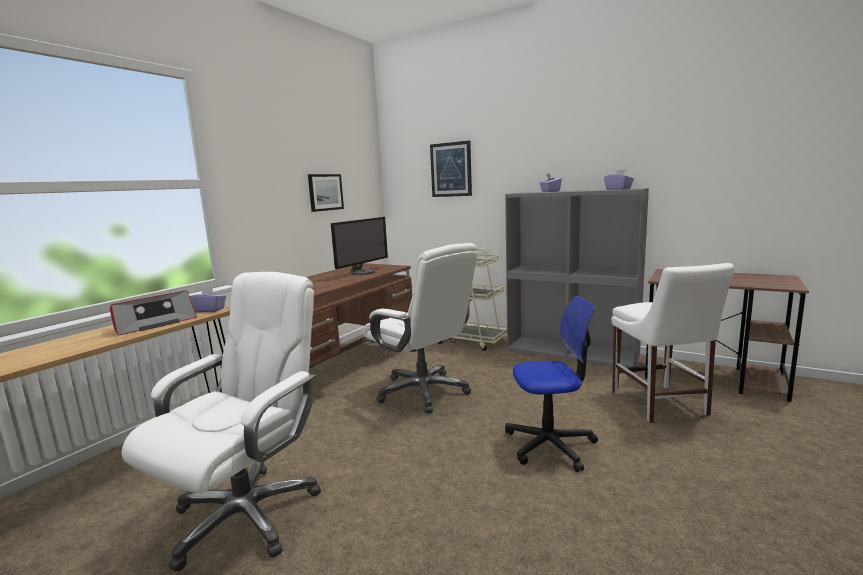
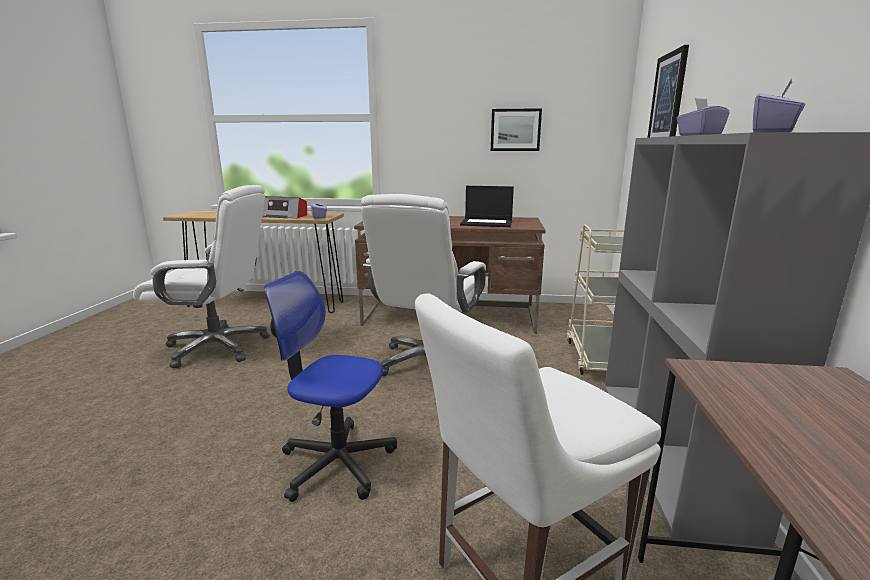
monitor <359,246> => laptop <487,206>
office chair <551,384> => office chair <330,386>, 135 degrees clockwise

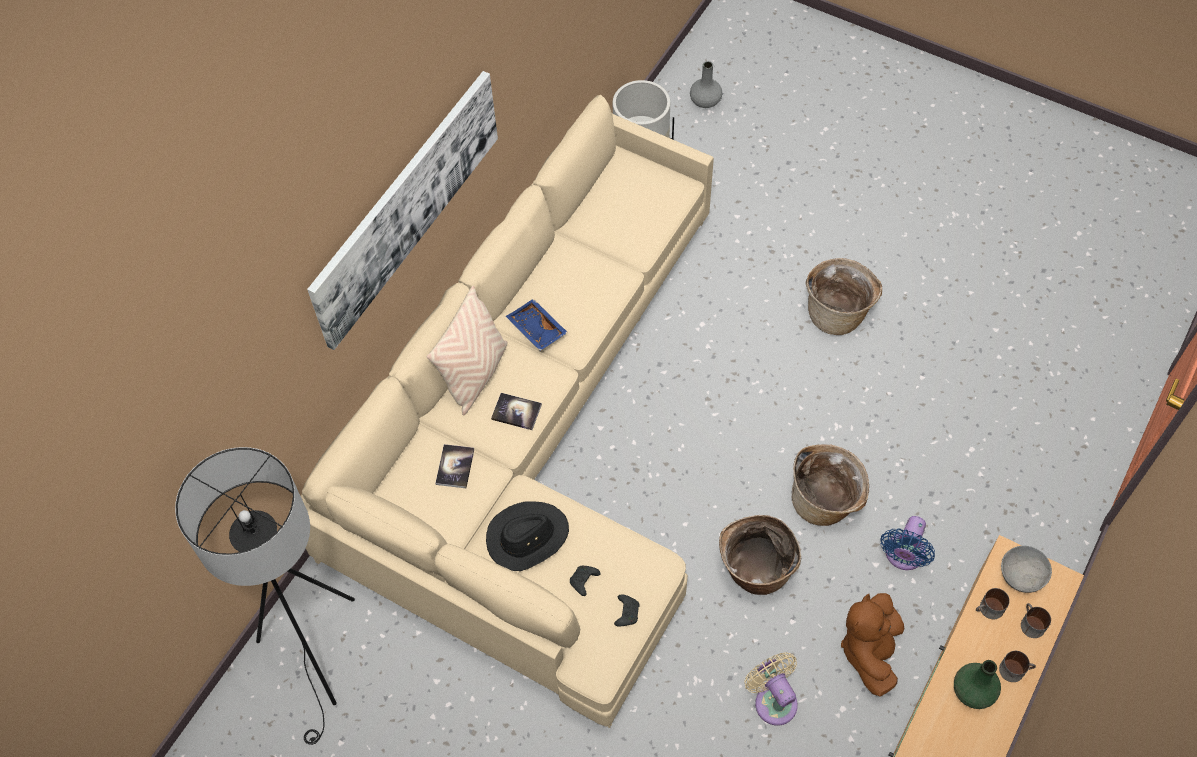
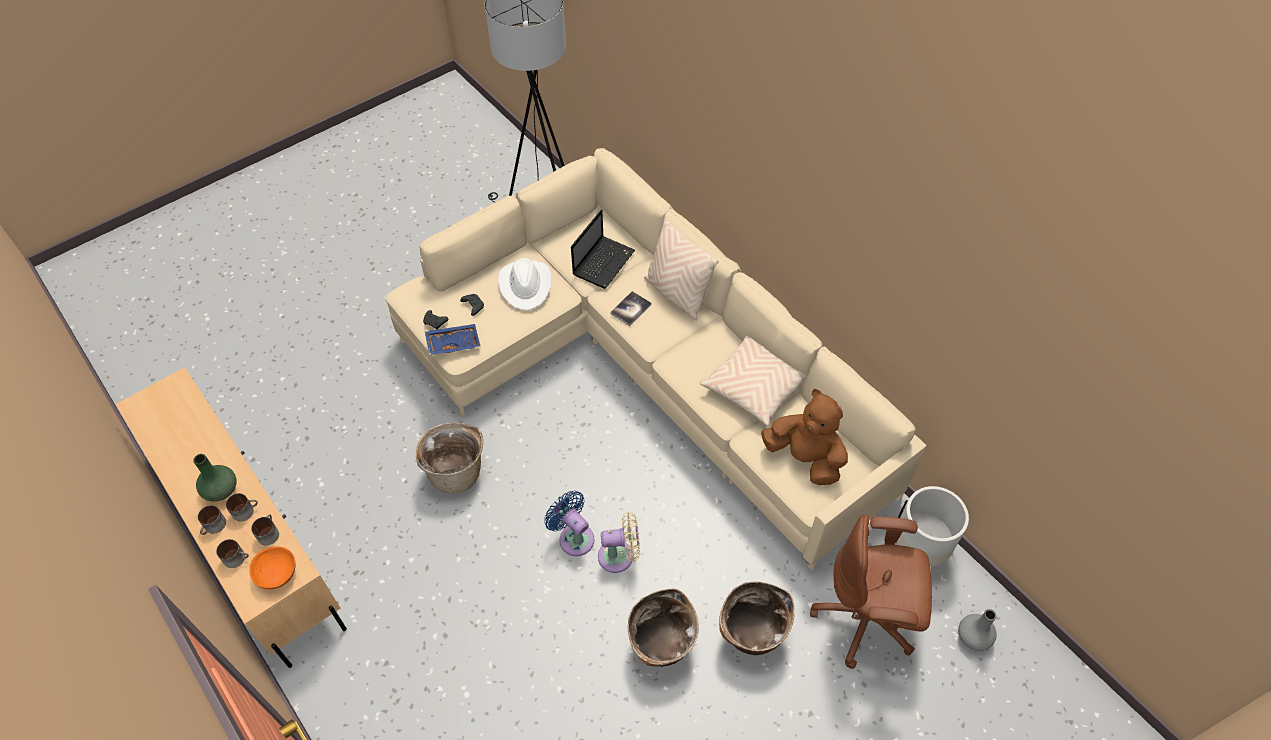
picture <402,210> => nothing
nothing => mug <242,507>
nothing => beige pillow <753,381>
nothing => brown office chair <871,591>
blue tray <537,325> => blue tray <452,339>, shifted
beige fan <771,688> => beige fan <619,542>, shifted
basket <830,485> => basket <757,618>, shifted
brown plush toy <873,645> => brown plush toy <804,437>, shifted
blue fan <908,543> => blue fan <569,523>, shifted
book <454,466> => laptop <603,249>
black hat <527,536> => white hat <524,284>
grey bowl <1026,569> => orange bowl <272,568>

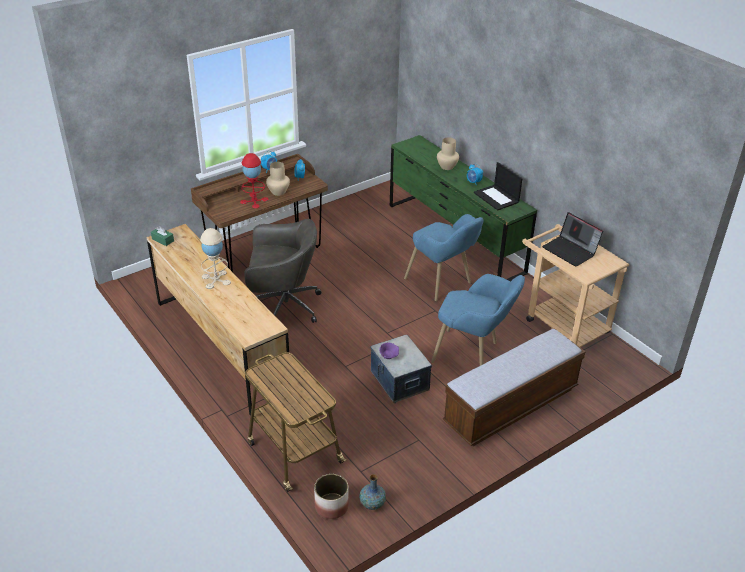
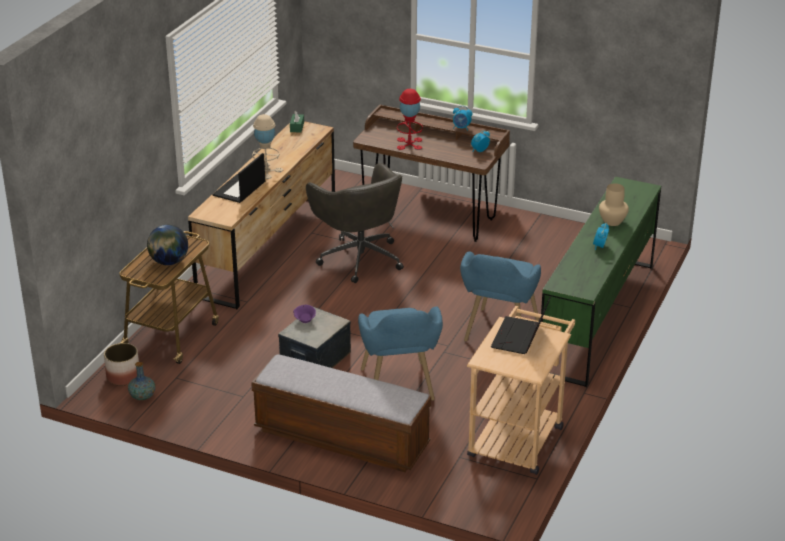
beige vase <278,179> => nothing
nothing => globe <167,245>
laptop <498,186> => laptop <239,178>, shifted

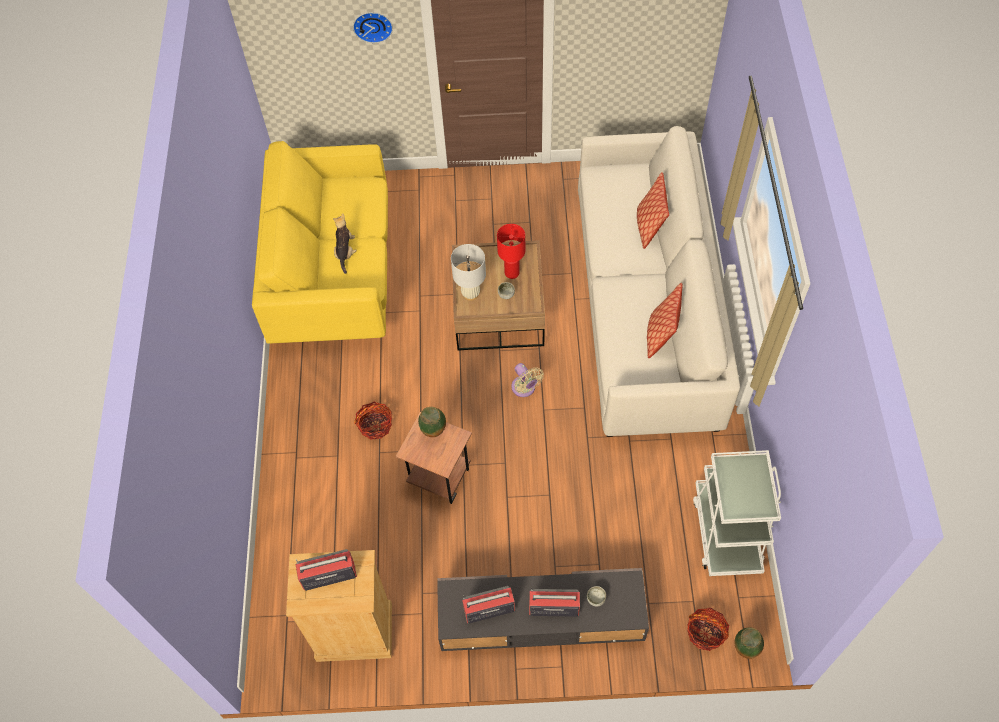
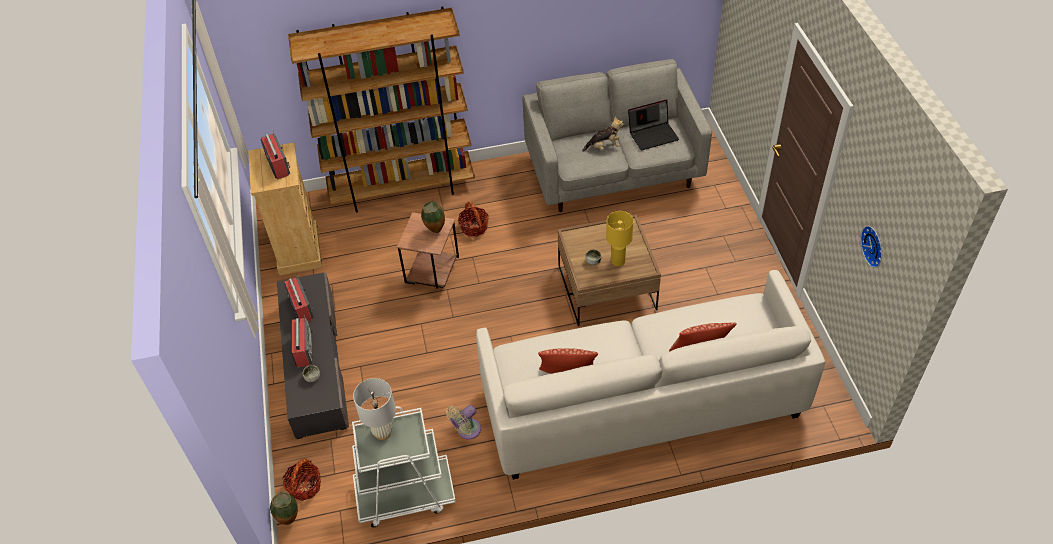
nothing => brown bookcase <381,109>
nothing => laptop <653,124>
wall clock <373,27> => wall clock <871,247>, shifted
white table lamp <468,272> => white table lamp <374,409>, shifted
beige fan <527,380> => beige fan <463,422>, shifted
yellow sofa <320,242> => grey sofa <617,135>
red table lamp <511,251> => yellow table lamp <620,238>

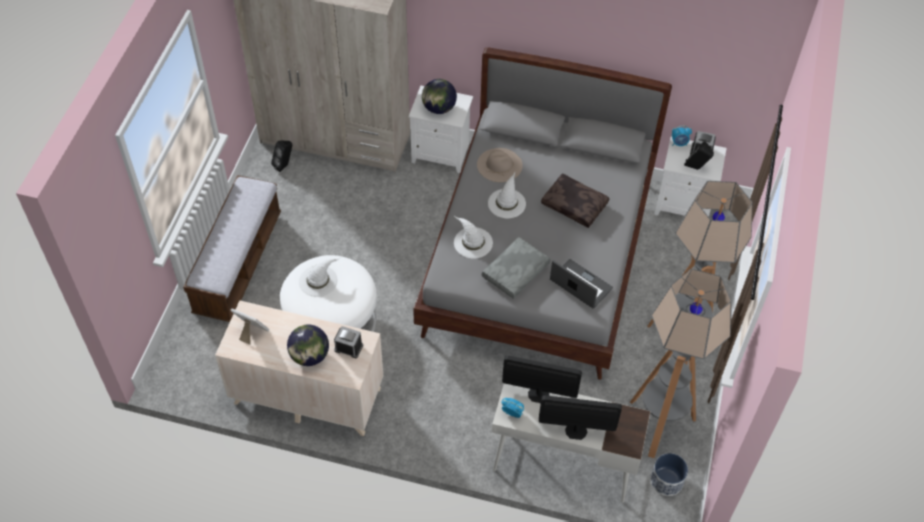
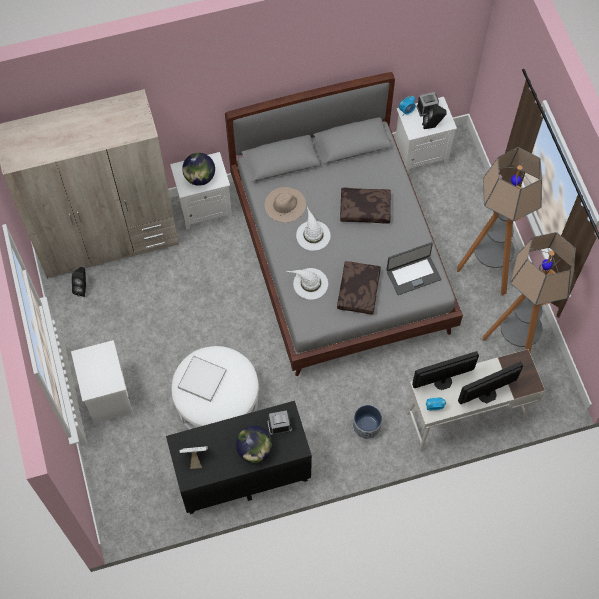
planter <669,474> => planter <367,422>, shifted
bench <232,248> => white nightstand <102,381>
white hat <320,277> => white tray <202,378>
beige dresser <299,368> => black dresser <239,457>
grey pillow <516,268> => brown pillow <359,287>
laptop <581,283> => laptop <414,268>, 150 degrees clockwise

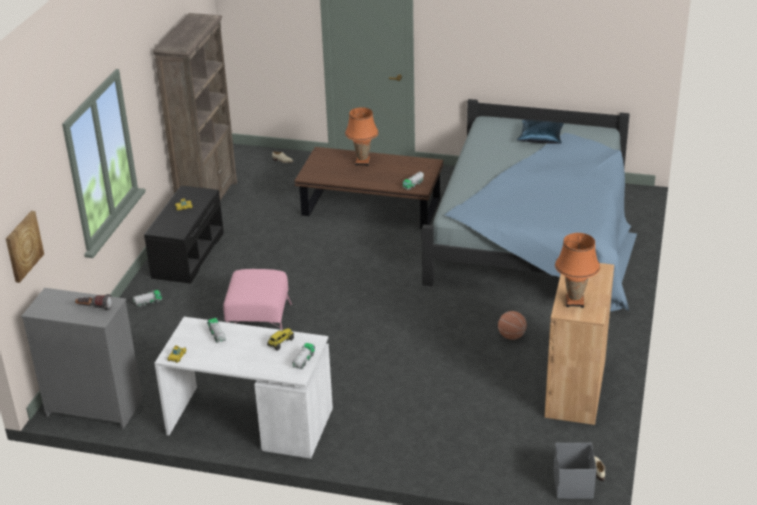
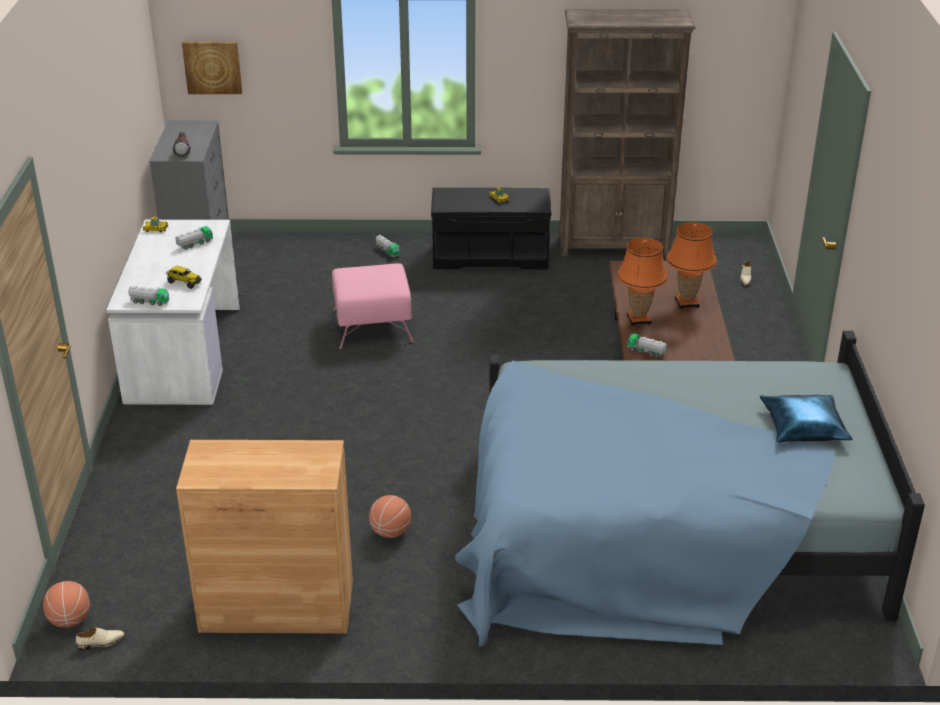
orange table lamp <577,270> => orange table lamp <642,282>, shifted
grey storage box <574,471> => basketball <66,604>

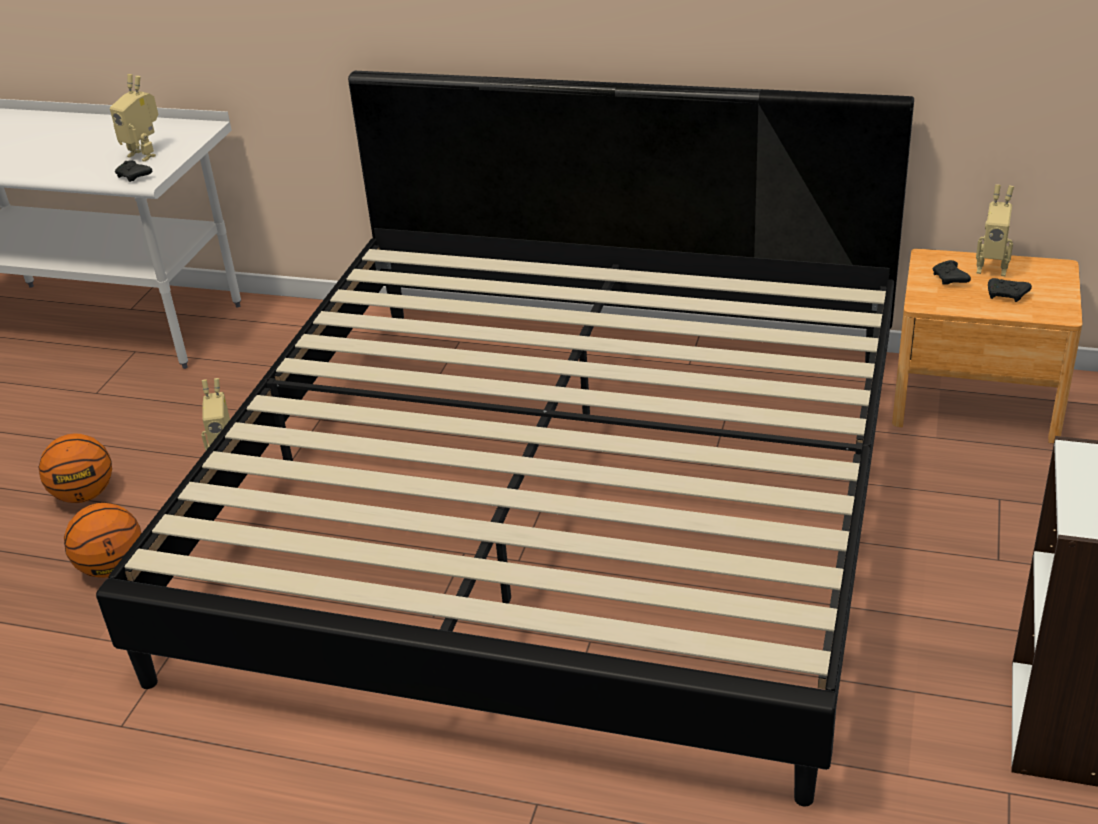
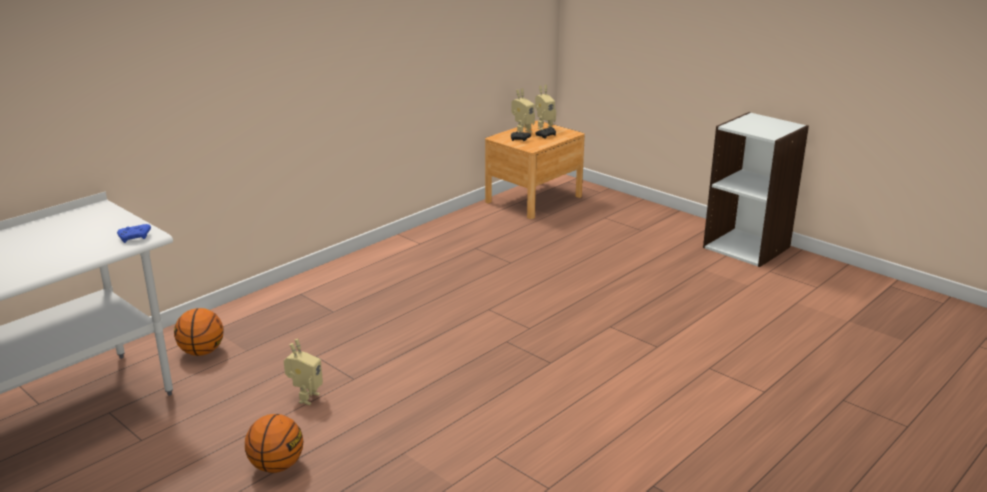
bed <505,438> => nothing
basketball <102,540> => basketball <199,332>, shifted
toy robot <134,118> => toy robot <545,107>, shifted
black game controller <133,171> => blue game controller <134,233>

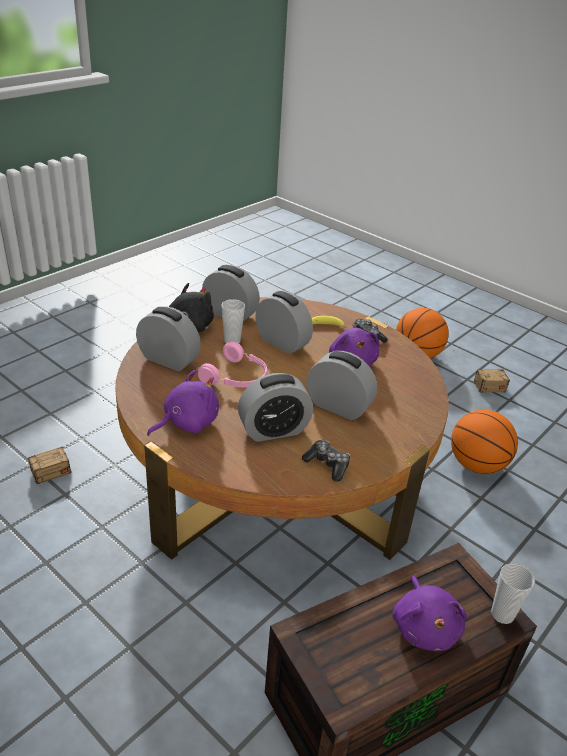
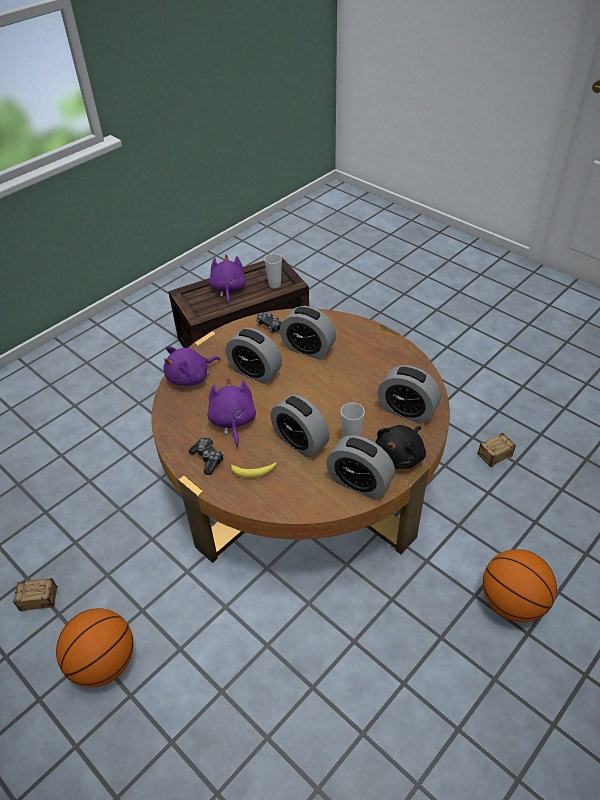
pink headphones <232,364> => nothing
purple plush toy <183,403> => purple plush toy <192,366>, shifted
basketball <484,442> => basketball <520,585>, shifted
cup <513,593> => cup <273,271>, shifted
alarm clock <275,407> => alarm clock <308,332>, 135 degrees counterclockwise

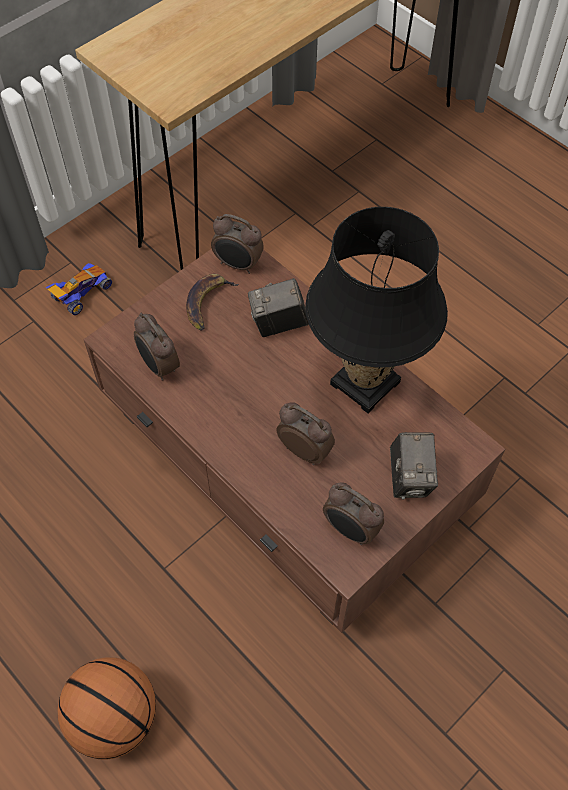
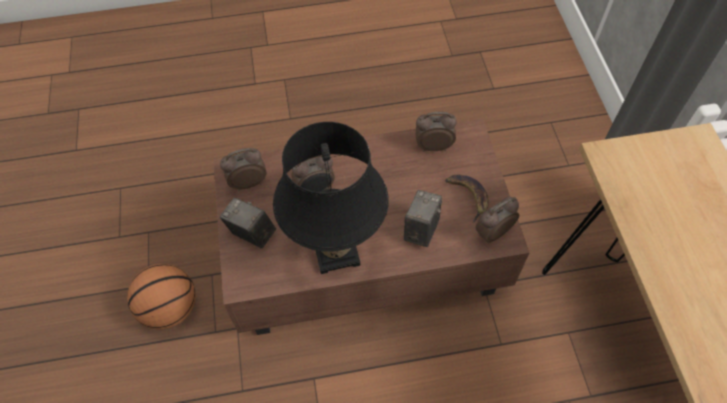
toy car <79,289> => nothing
basketball <106,708> => basketball <161,297>, shifted

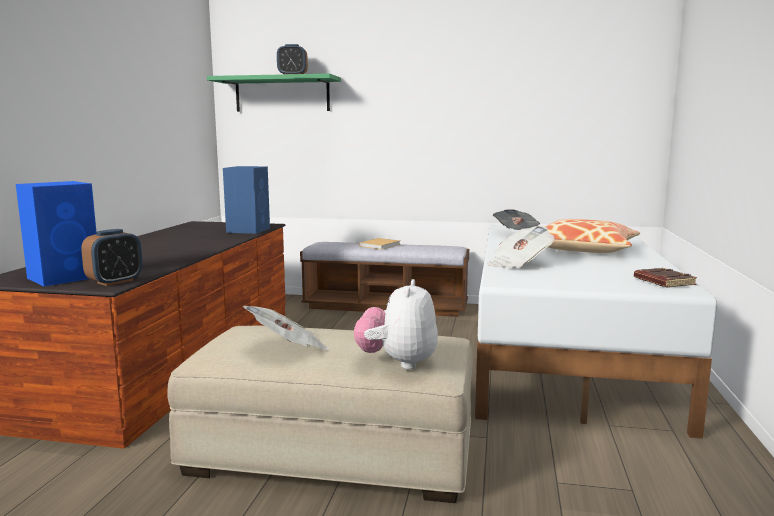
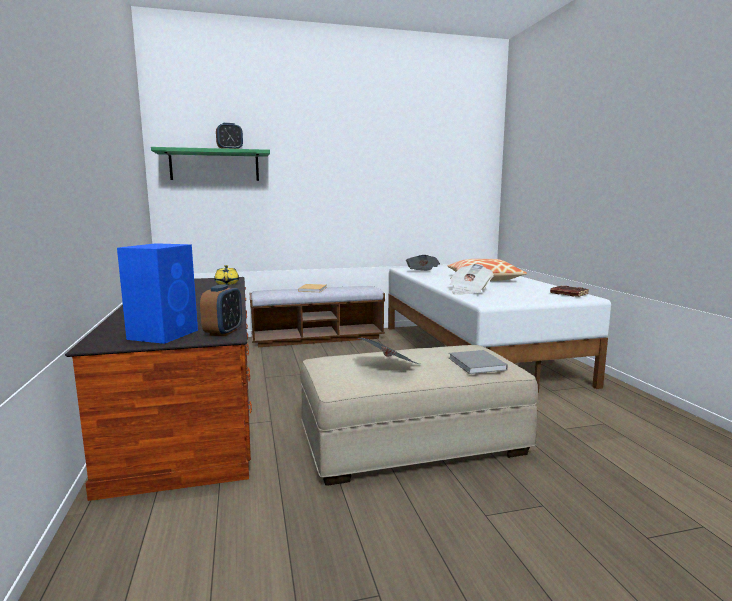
blue speaker <246,200> => yellow teapot <226,275>
plush toy <396,324> => grey book <478,362>

